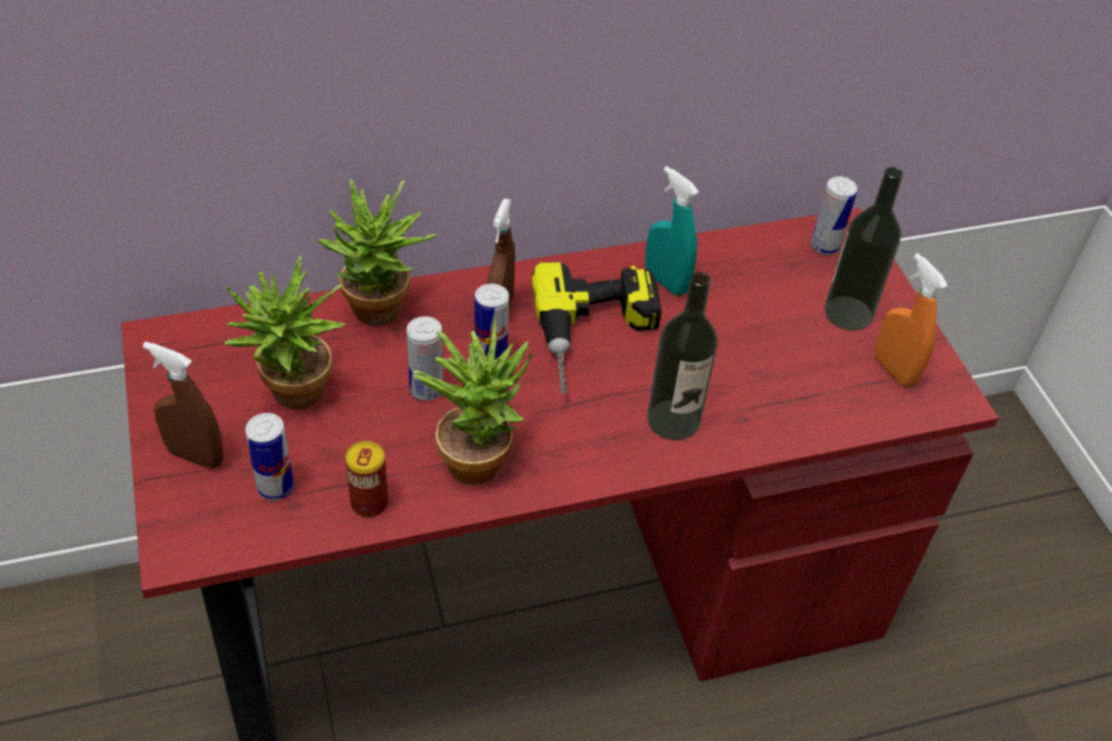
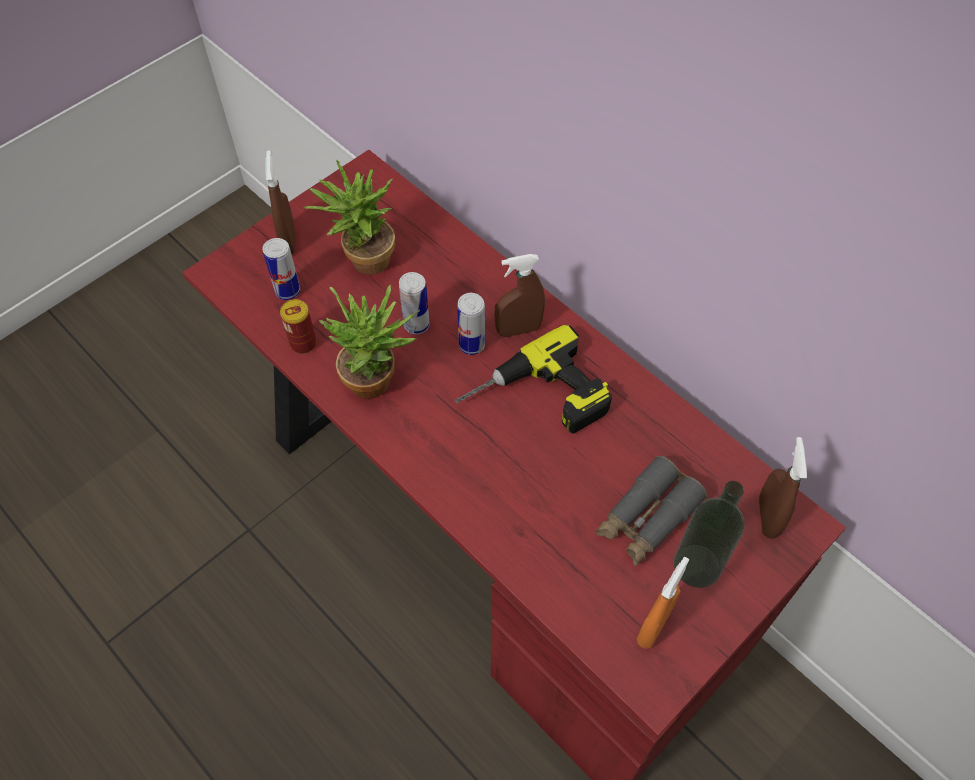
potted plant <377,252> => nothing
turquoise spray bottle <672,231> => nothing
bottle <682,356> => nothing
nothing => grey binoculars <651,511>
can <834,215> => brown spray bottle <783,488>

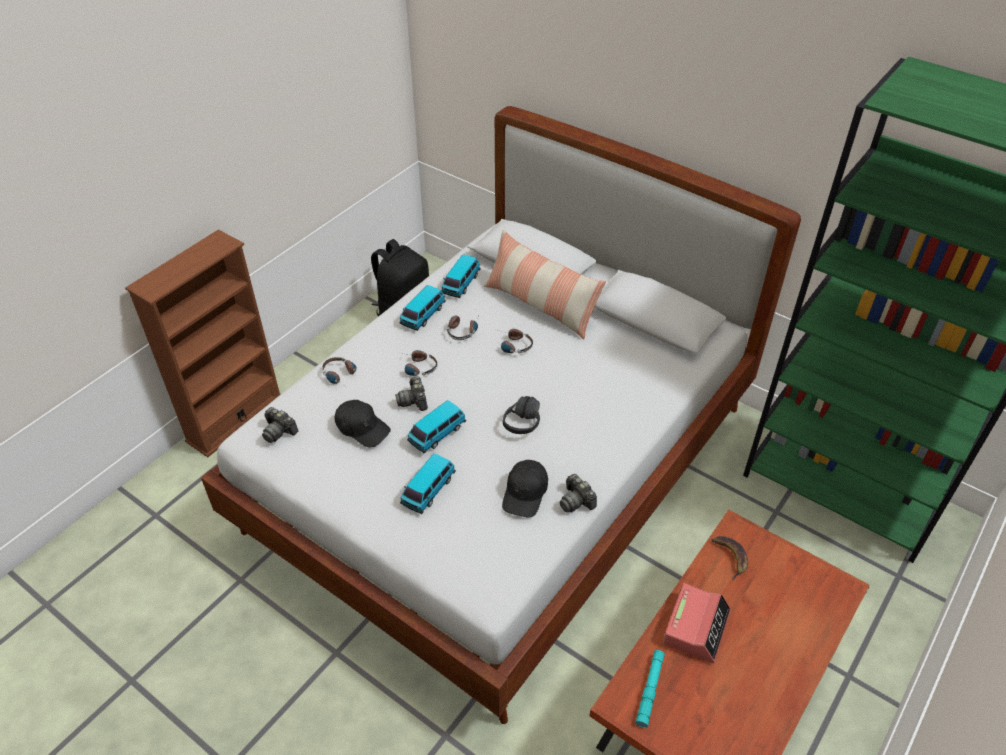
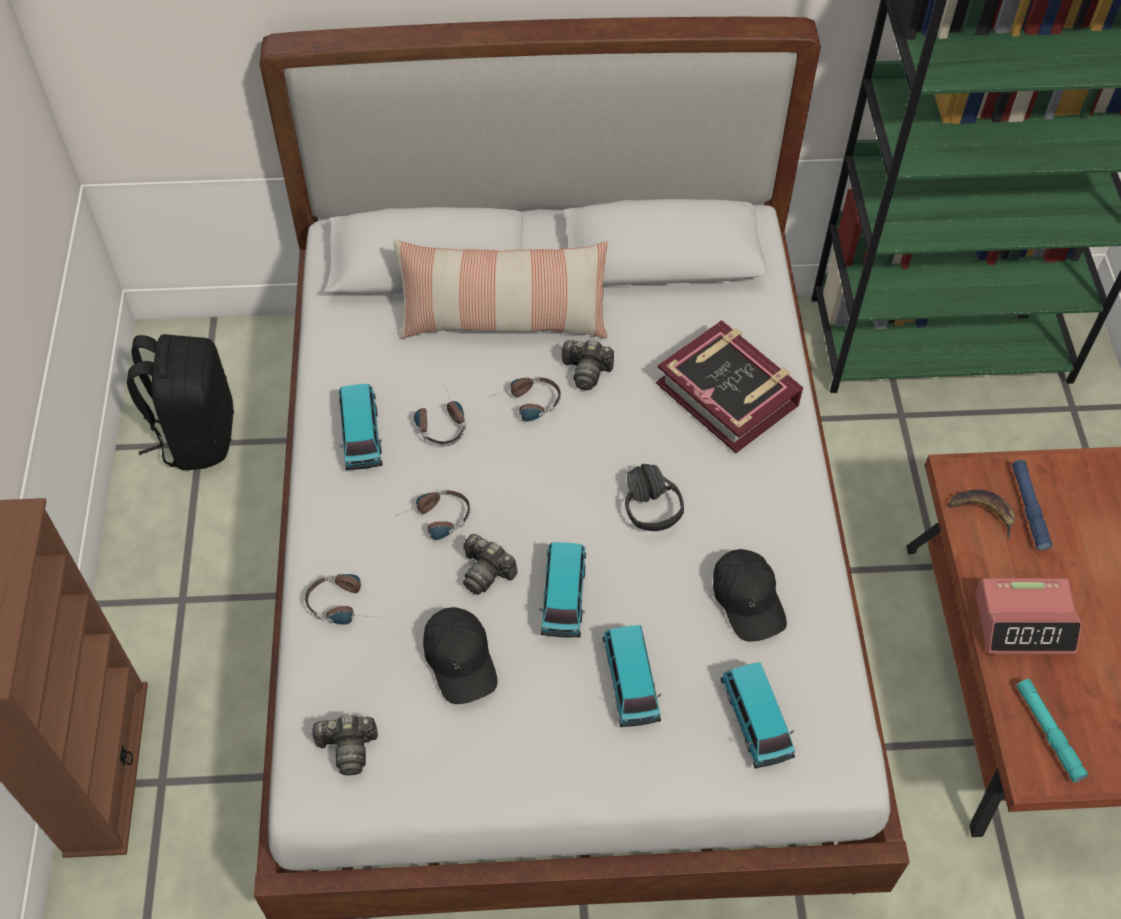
nothing => book <729,386>
nothing => blue flashlight <1032,505>
toy car <461,276> => toy car <757,715>, shifted
photo camera <578,493> => photo camera <587,365>, shifted
black cap <362,424> => black cap <460,655>, 75 degrees clockwise
alarm clock <697,623> => alarm clock <1029,616>, 105 degrees clockwise

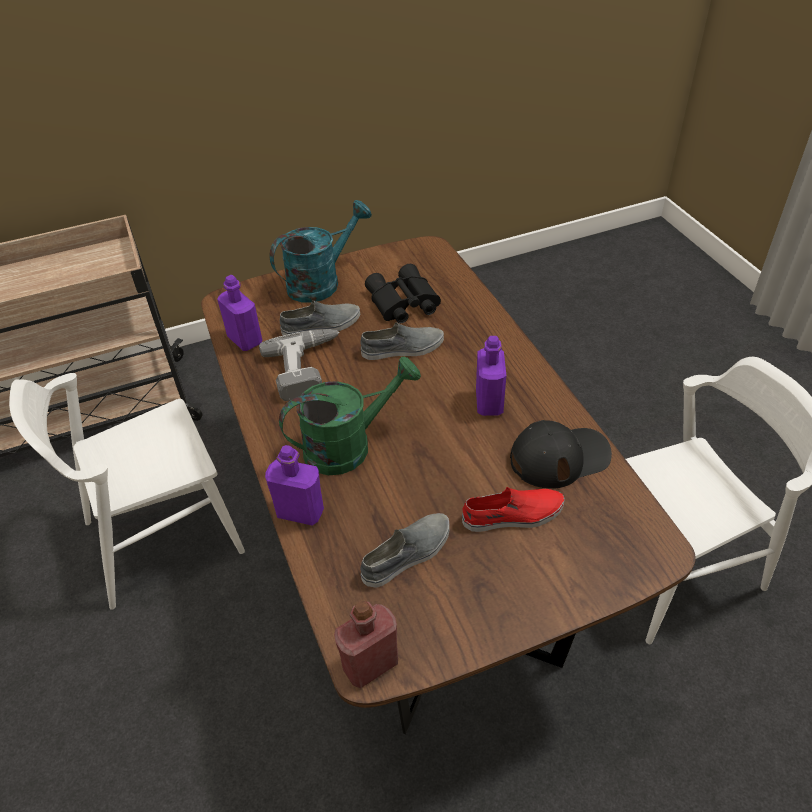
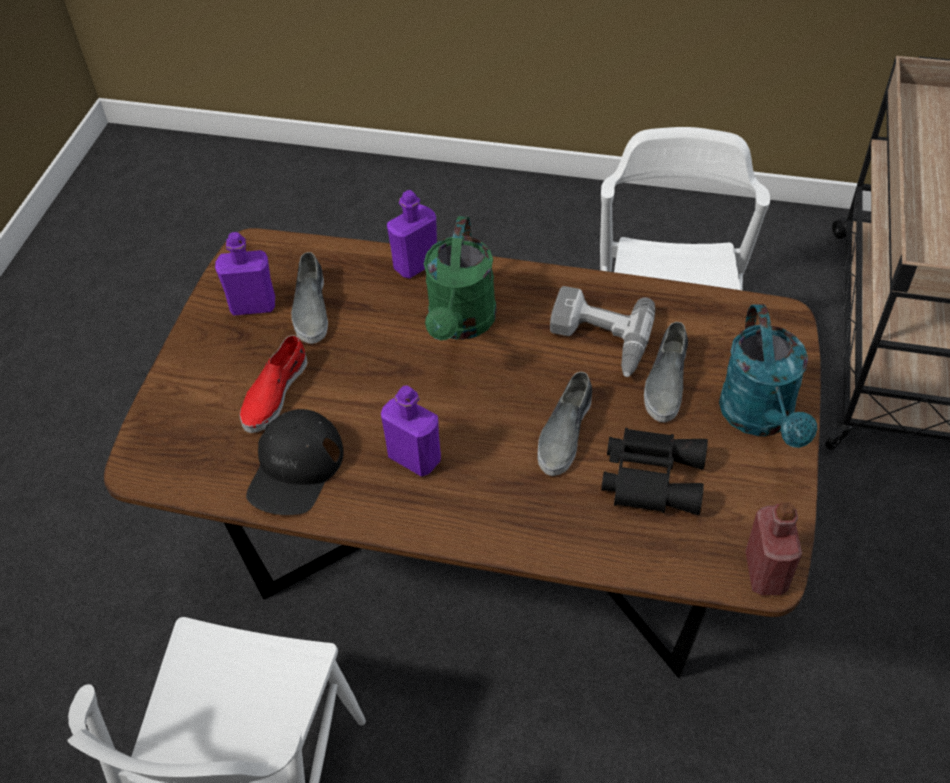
purple bottle <239,313> => purple bottle <245,274>, shifted
red bottle <366,644> => red bottle <774,548>, shifted

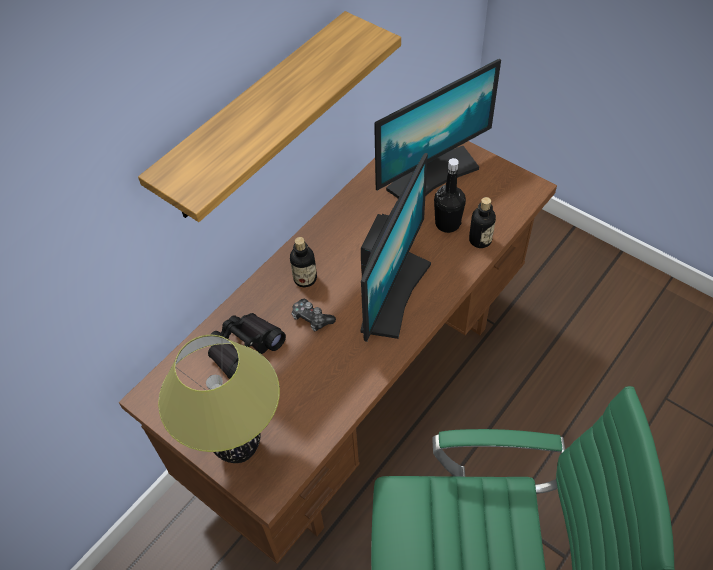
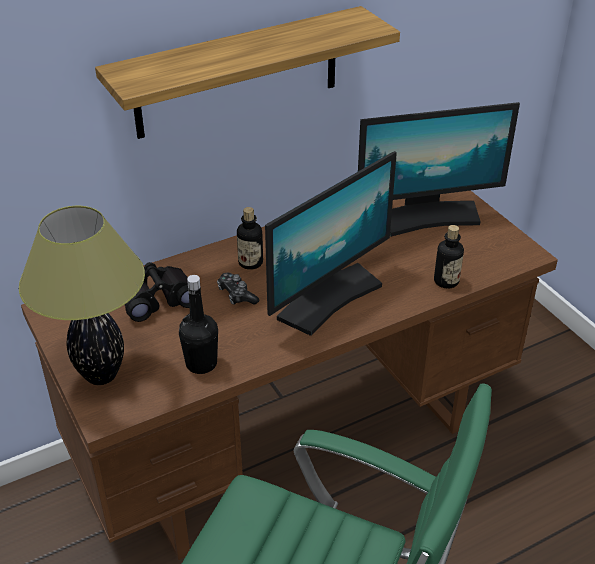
black bottle <450,195> => black bottle <198,324>, shifted

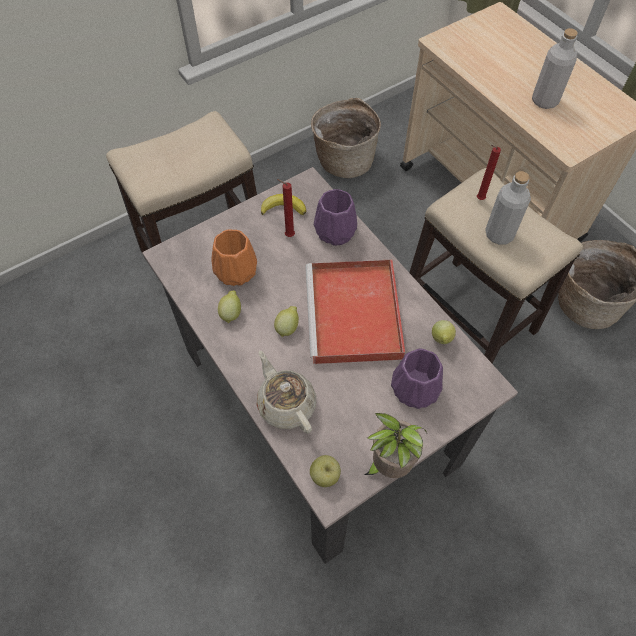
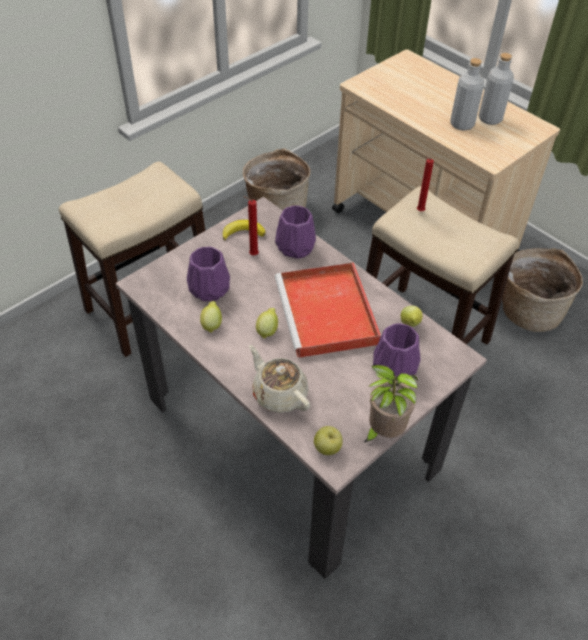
grey bottle <508,208> => grey bottle <496,89>, shifted
orange vase <234,258> => purple vase <208,274>

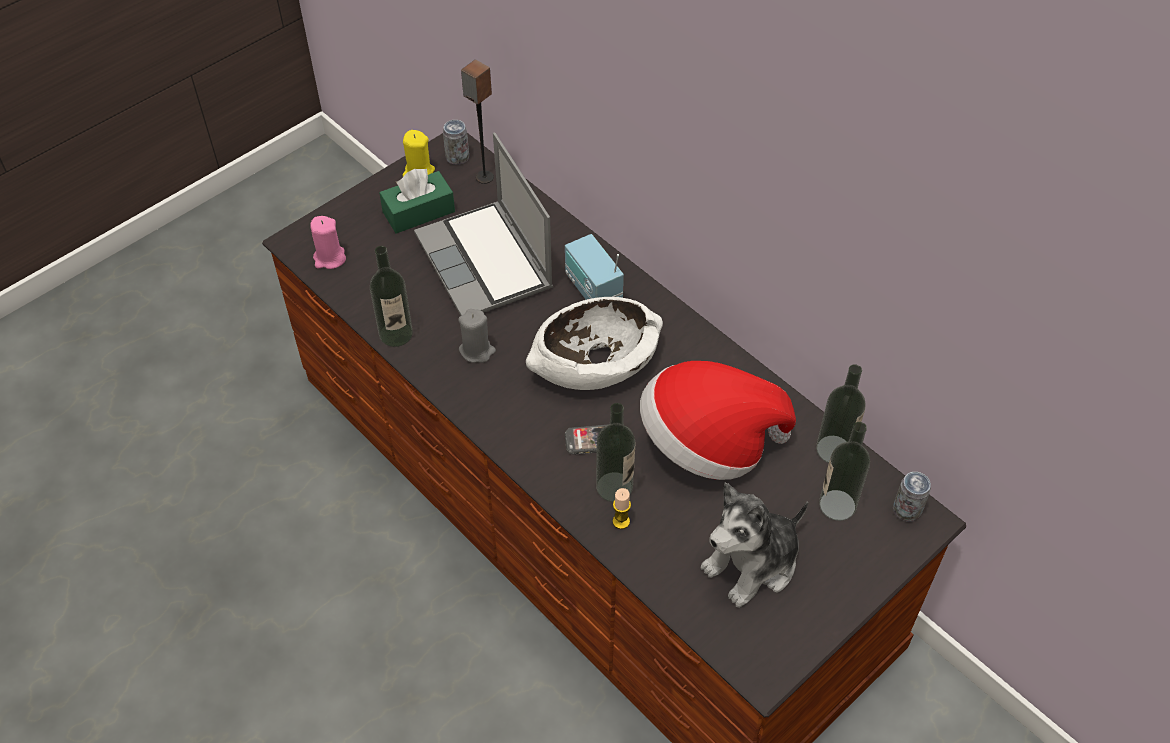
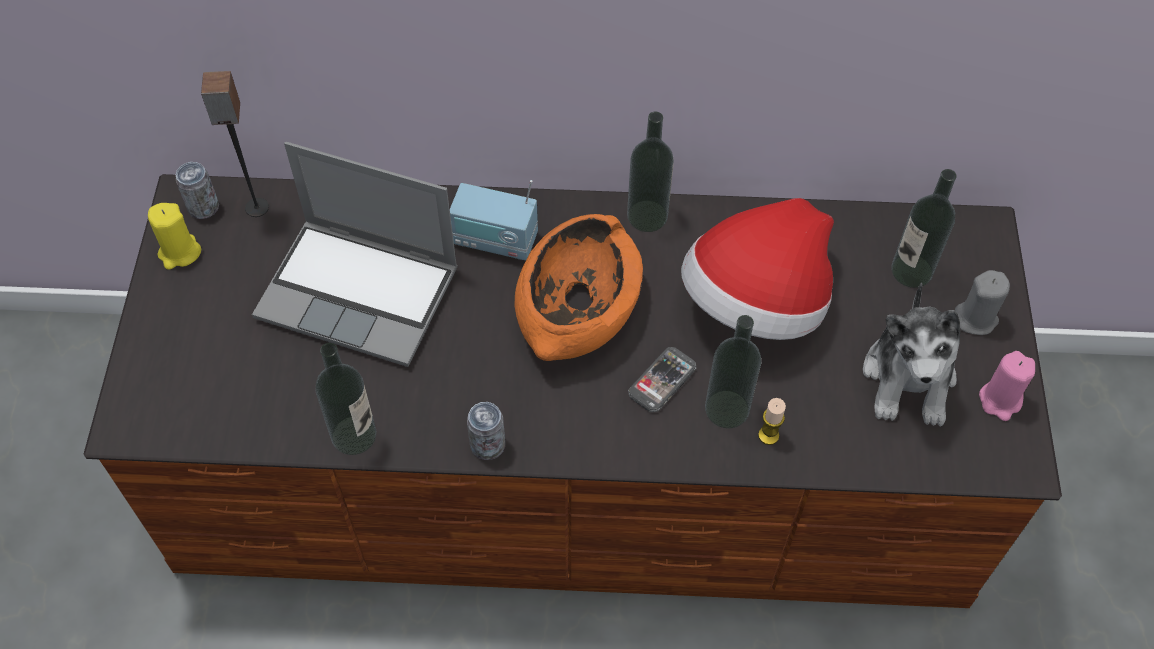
green tissue box <417,201> => nothing
pink candle <328,242> => pink candle <1007,386>, shifted
grey candle <477,336> => grey candle <982,302>, shifted
bottle <841,413> => bottle <650,172>, shifted
can <912,497> => can <486,431>, shifted
white bowl <594,343> => orange bowl <579,287>

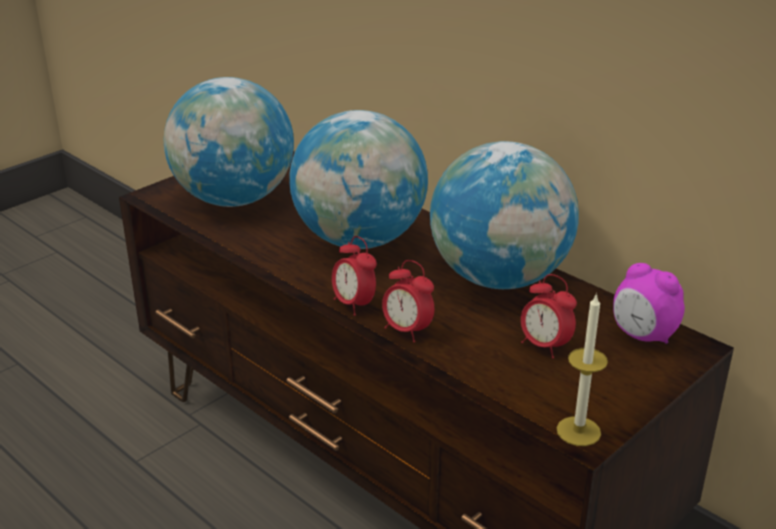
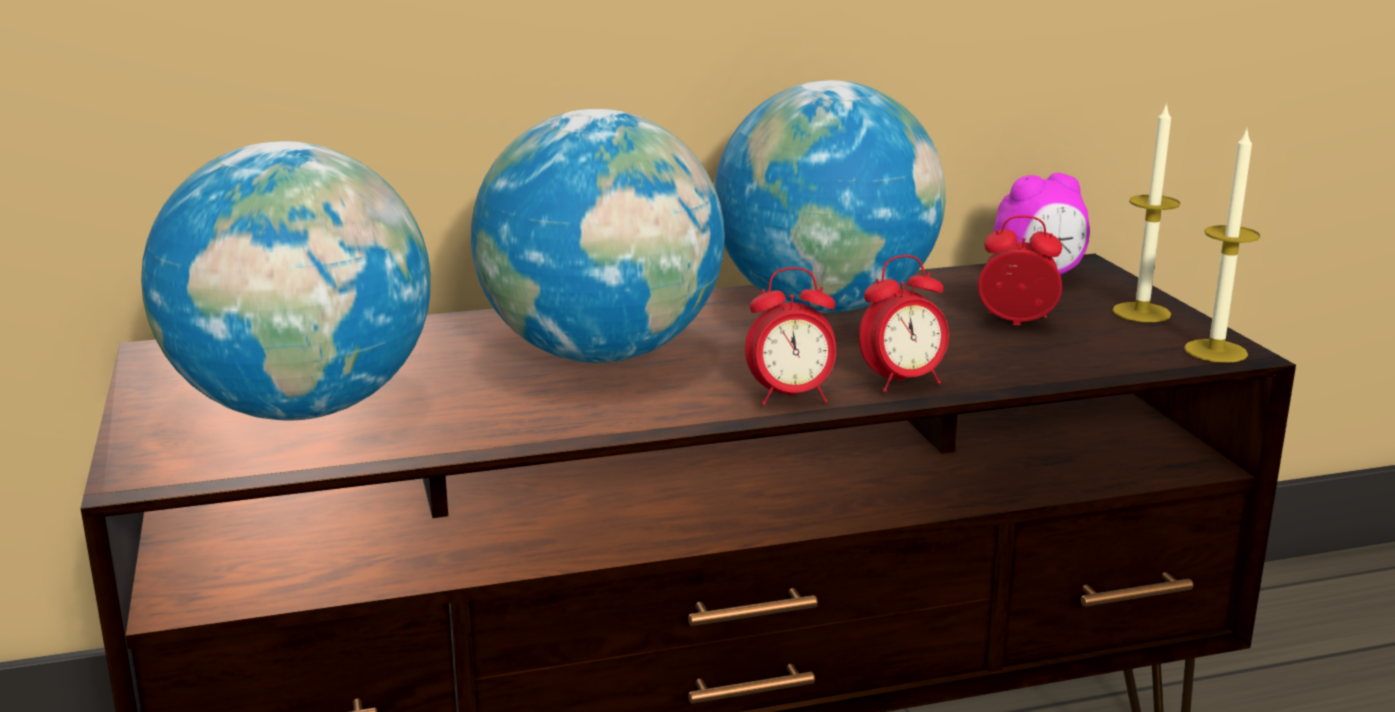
nothing => candle <1147,212>
alarm clock <549,316> => alarm clock <1020,270>, 150 degrees counterclockwise

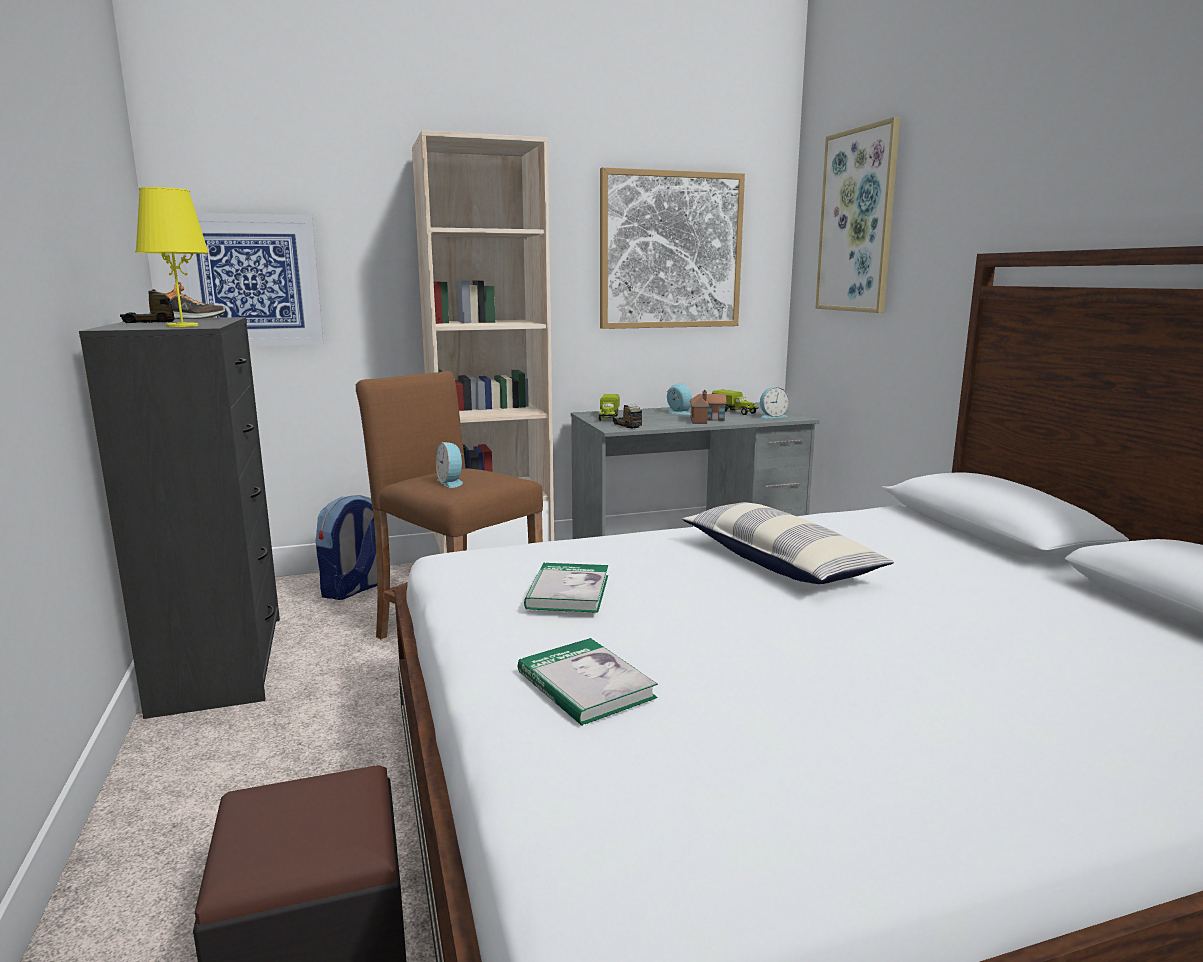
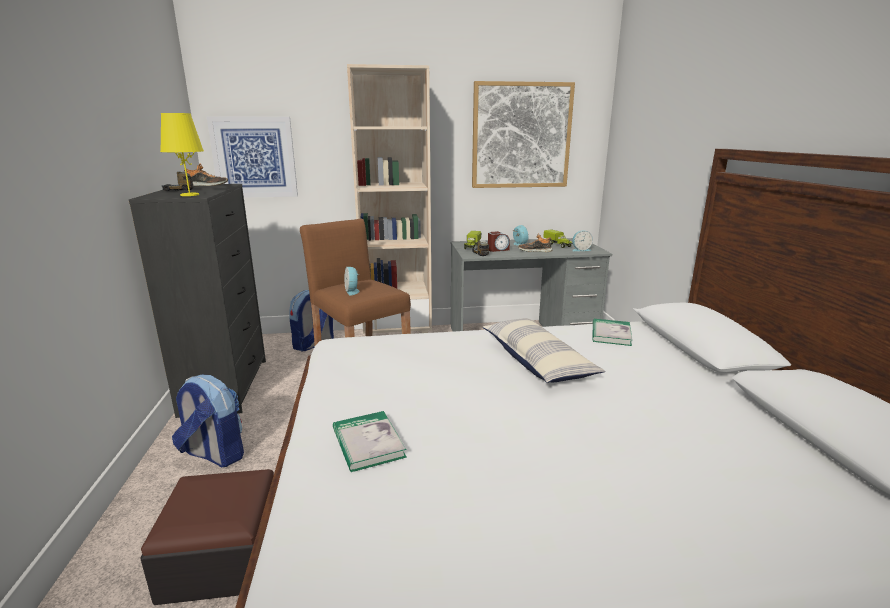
picture <857,215> => nothing
nothing => backpack <208,421>
nothing => alarm clock <499,241>
book <566,588> => book <612,332>, shifted
toy house <708,407> => shoe <535,243>

